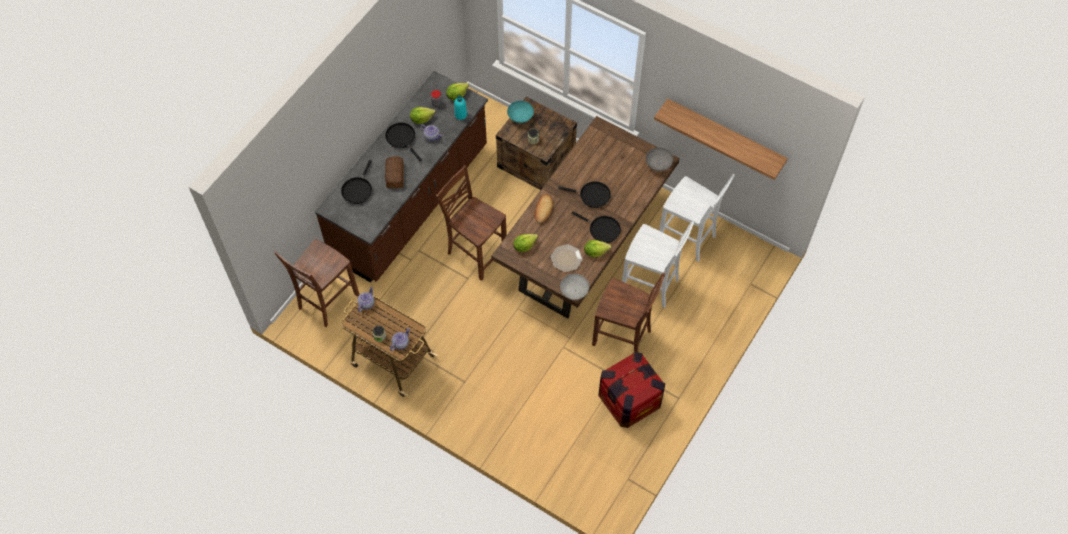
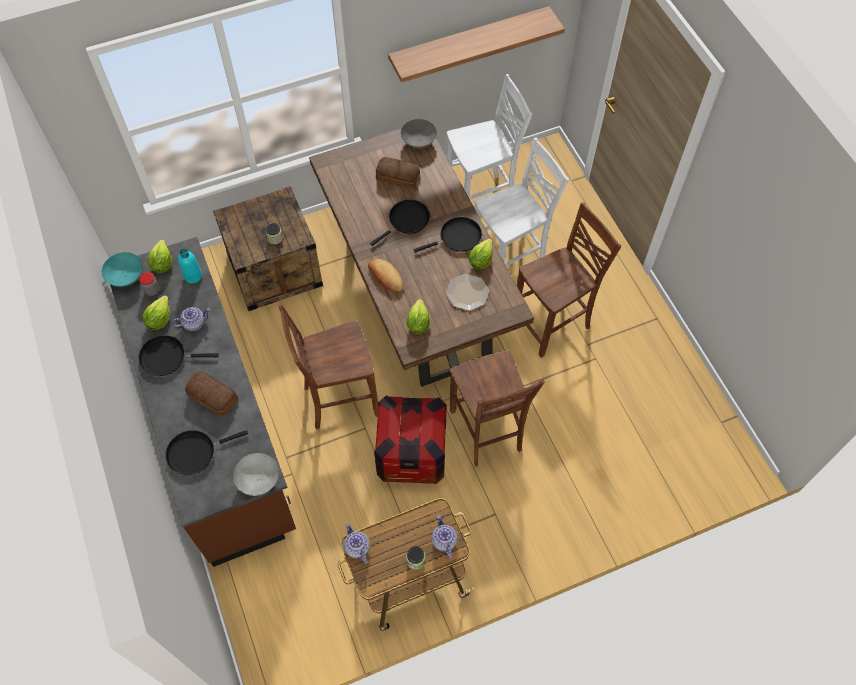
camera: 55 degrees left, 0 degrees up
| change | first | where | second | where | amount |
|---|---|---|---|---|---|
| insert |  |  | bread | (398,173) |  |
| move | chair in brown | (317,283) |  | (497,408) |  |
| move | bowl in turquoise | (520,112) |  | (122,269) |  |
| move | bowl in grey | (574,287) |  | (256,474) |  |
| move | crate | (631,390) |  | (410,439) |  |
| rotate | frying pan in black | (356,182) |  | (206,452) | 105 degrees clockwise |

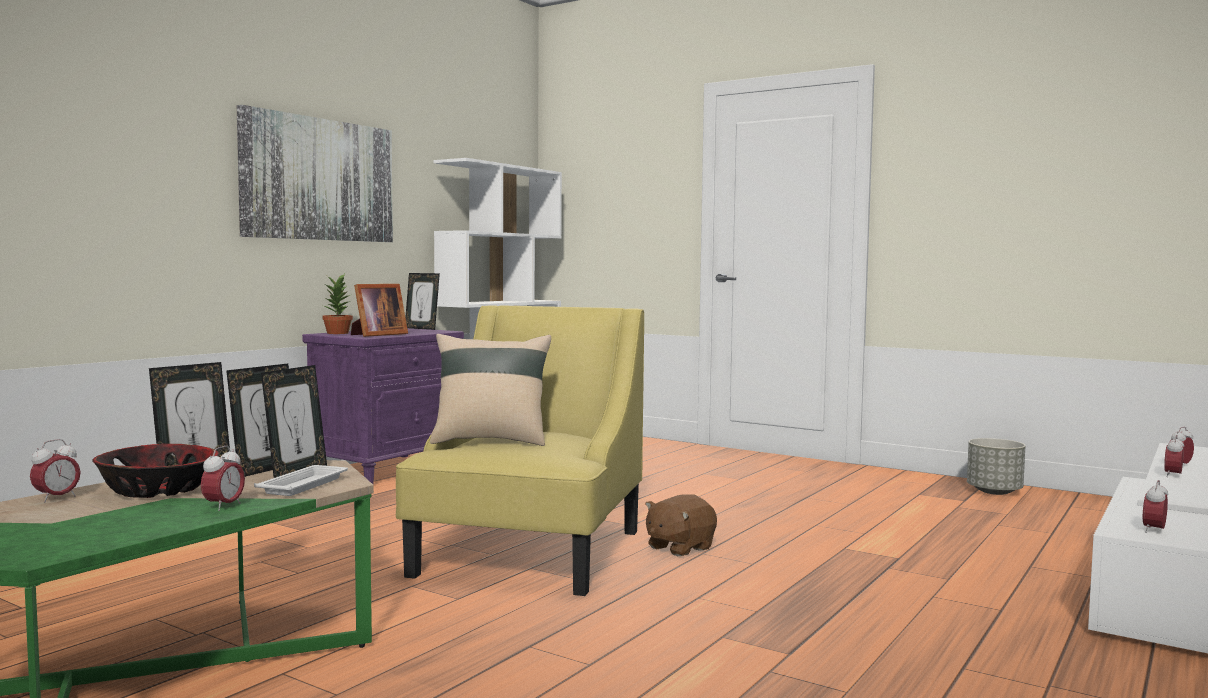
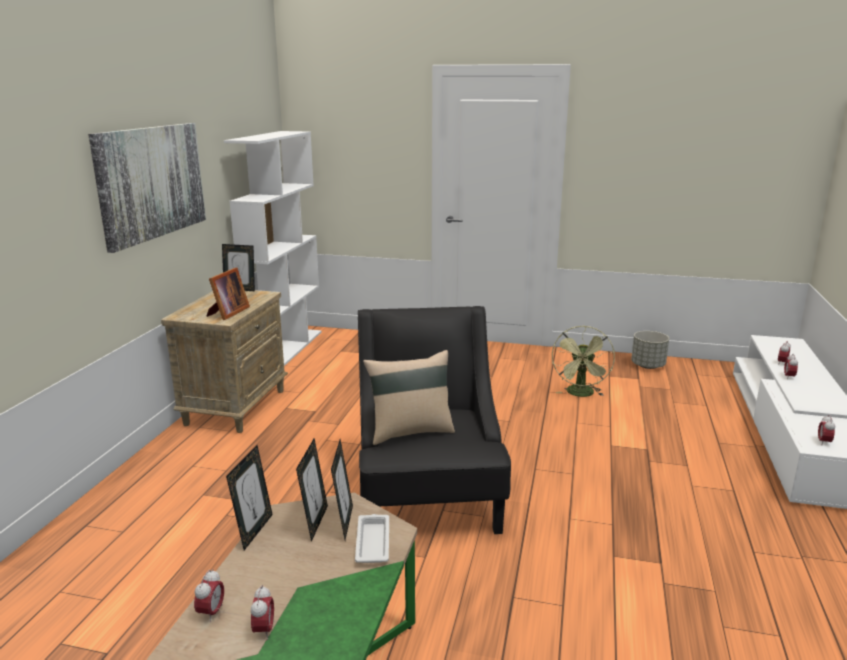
camera: 20 degrees left, 15 degrees up
| change | first | where | second | where | amount |
|---|---|---|---|---|---|
| delete | bowl | (156,471) |  |  |  |
| delete | potted plant | (337,304) |  |  |  |
| delete | plush toy in brown | (681,525) |  |  |  |
| insert |  |  | fan in green | (583,361) |  |
| move | alarm clock | (223,478) |  | (262,612) |  |
| recolor | nightstand in purple | (383,406) | nightstand in beige | (224,361) |  |
| recolor | armchair in yellow | (520,450) | armchair in black | (434,420) |  |

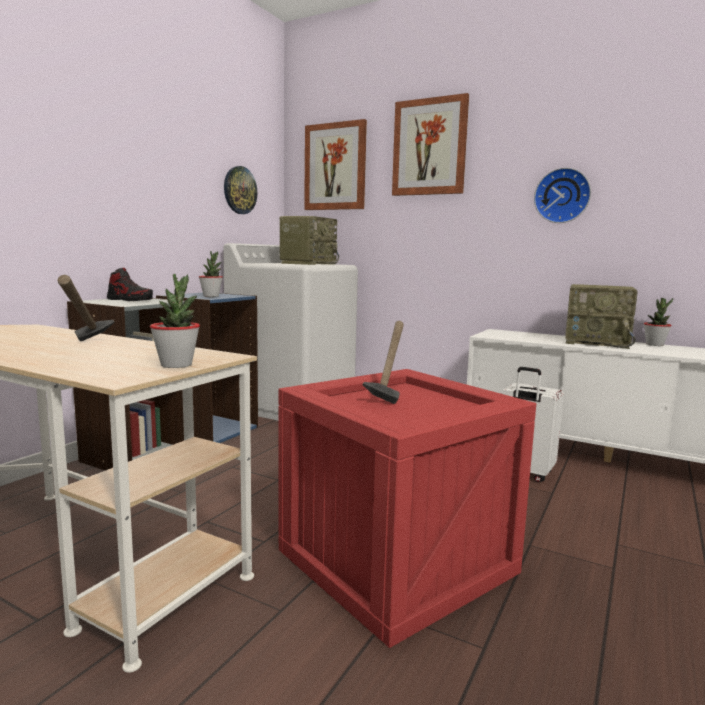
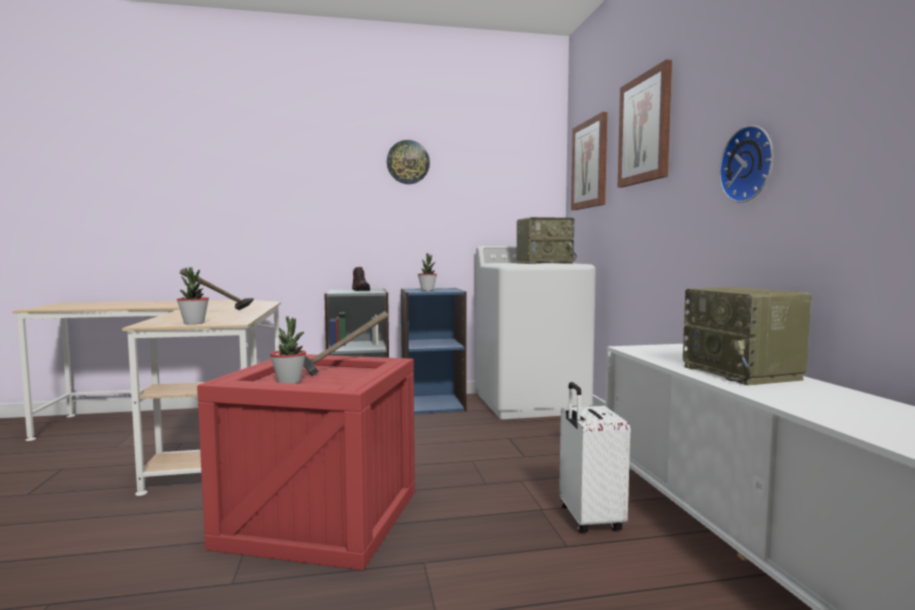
camera: 50 degrees right, 5 degrees down
| change | first | where | second | where | amount |
|---|---|---|---|---|---|
| move | wall clock | (240,190) |  | (408,162) |  |
| move | potted plant | (658,322) |  | (288,350) |  |

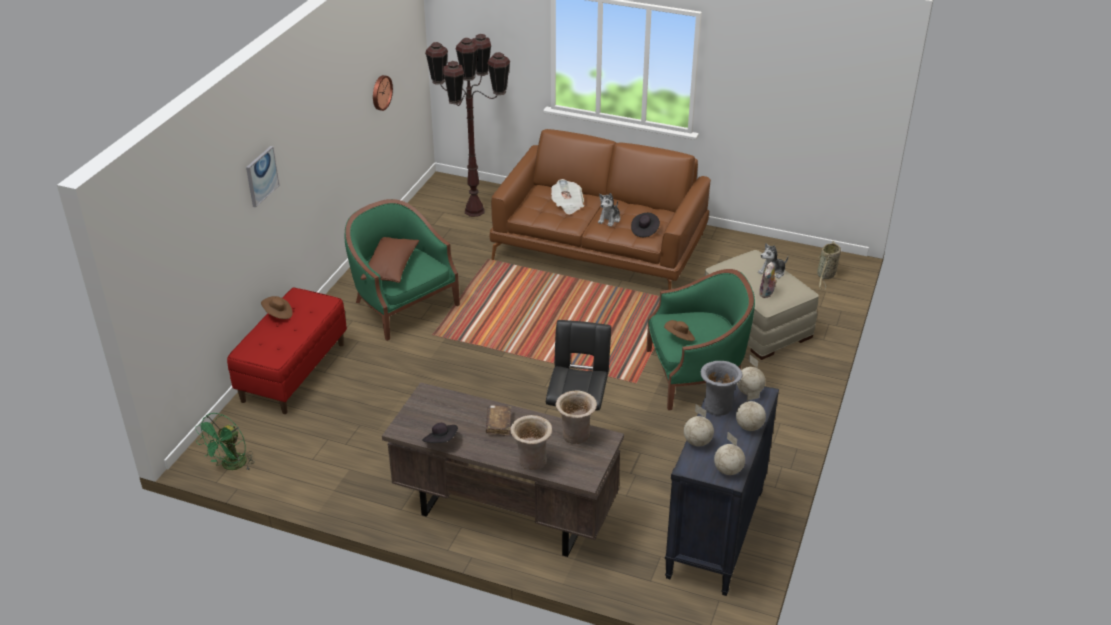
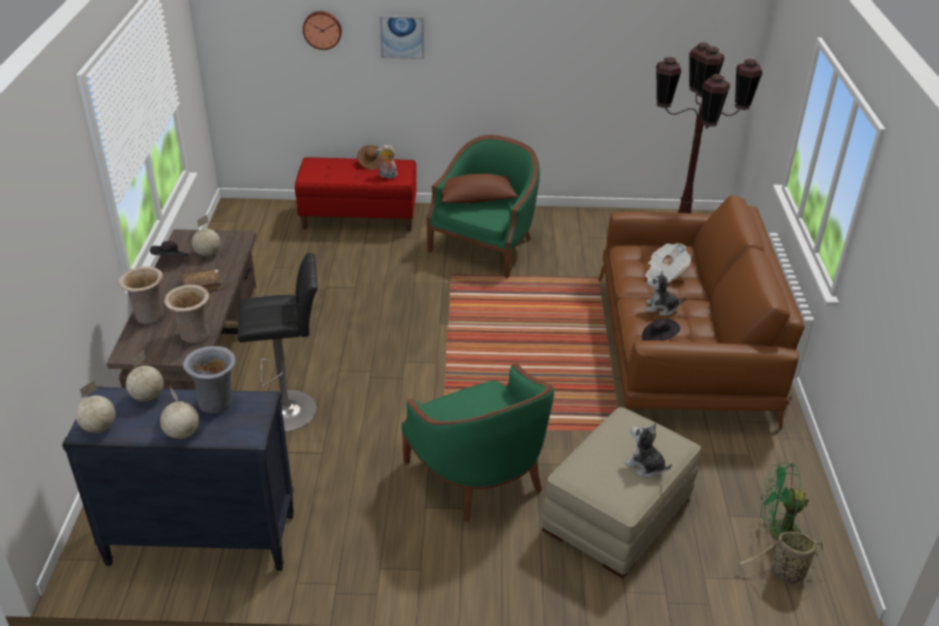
camera: 70 degrees right, 0 degrees up
| change | first | where | second | where | amount |
|---|---|---|---|---|---|
| delete | hat in brown | (679,330) |  |  |  |
| move | fan in green | (225,442) |  | (784,501) |  |
| move | wall clock | (383,93) |  | (322,30) |  |
| move | globe | (751,374) |  | (206,235) |  |
| move | plush toy | (768,280) |  | (386,161) |  |

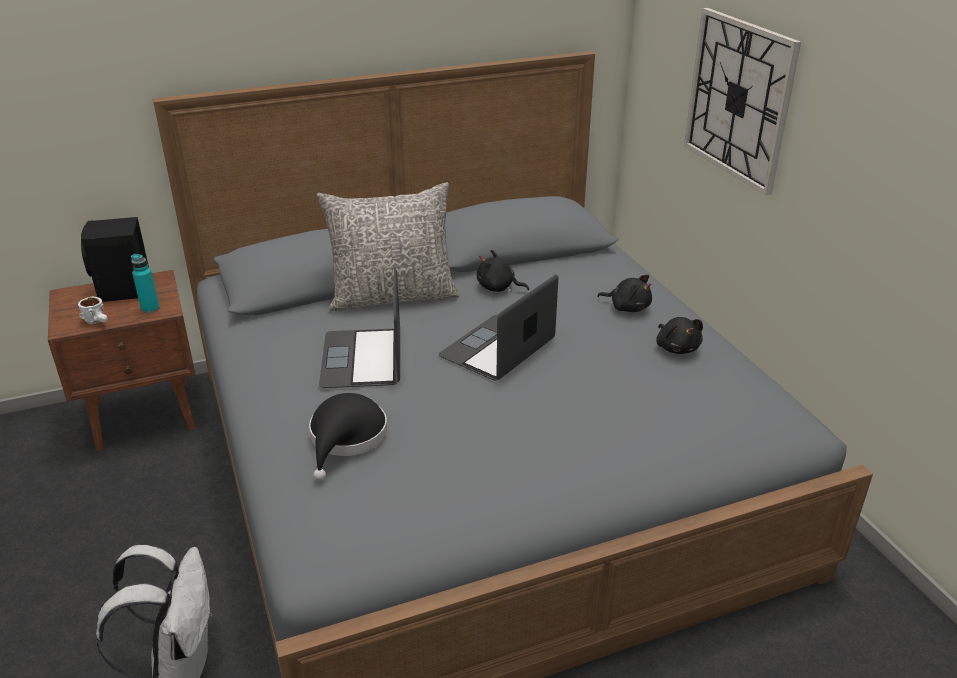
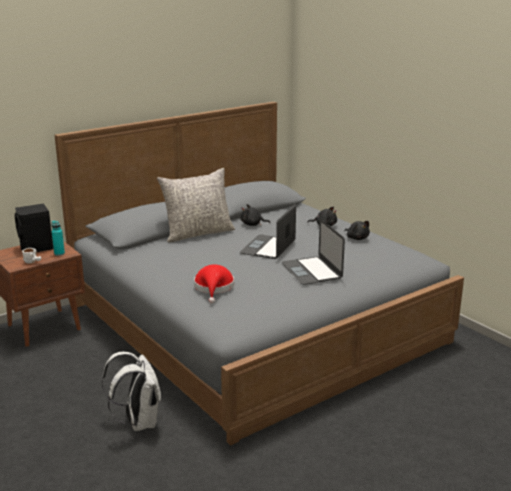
camera: 15 degrees left, 10 degrees down
| change | first | where | second | where | amount |
|---|---|---|---|---|---|
| delete | wall clock | (742,101) |  |  |  |
| move | laptop | (359,327) |  | (313,252) |  |
| recolor | hat in black | (348,437) | hat in red | (214,284) |  |

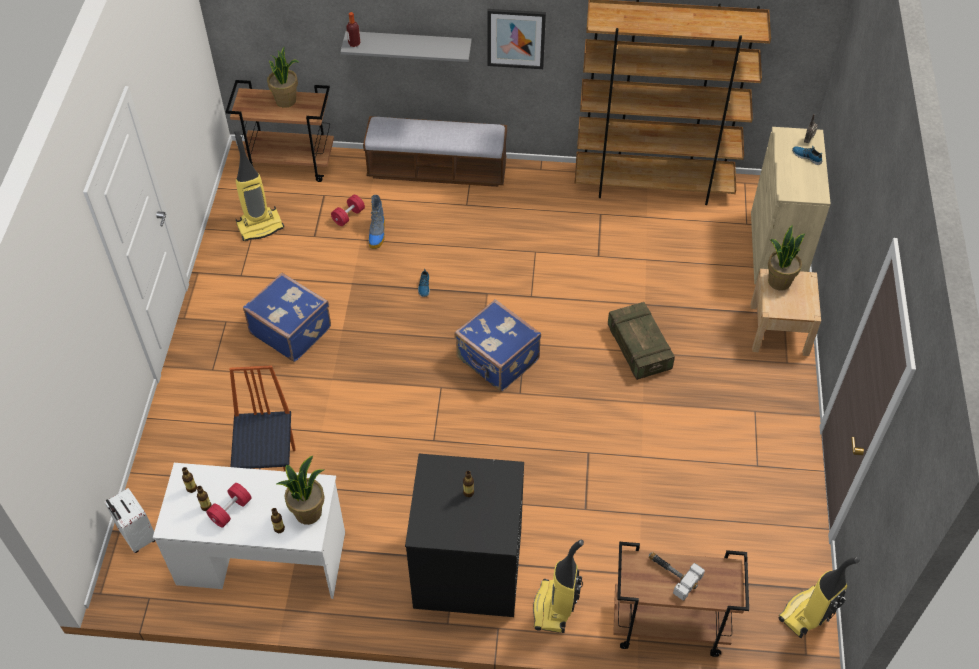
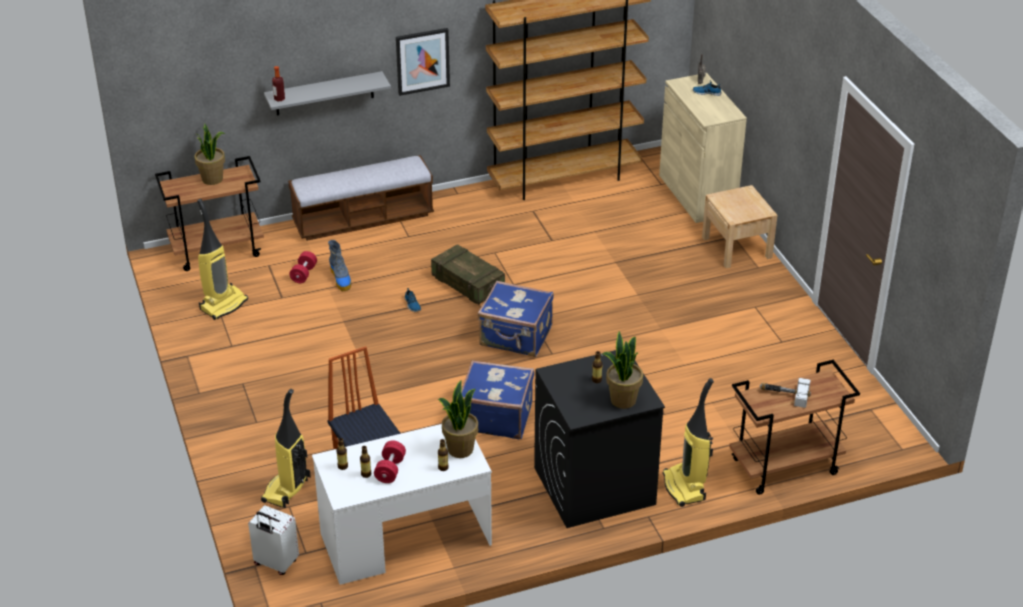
camera: 25 degrees left, 15 degrees down
| change | first | where | second | where | amount |
|---|---|---|---|---|---|
| move | suitcase in blue | (287,317) |  | (497,399) |  |
| move | crate | (641,341) |  | (468,274) |  |
| move | potted plant | (786,258) |  | (623,370) |  |
| move | vacuum cleaner | (819,598) |  | (286,448) |  |

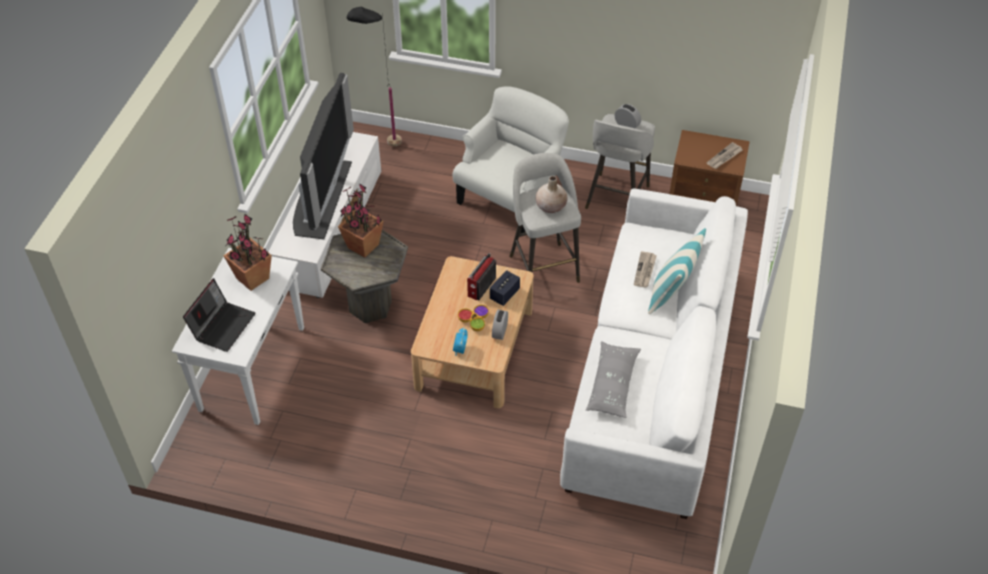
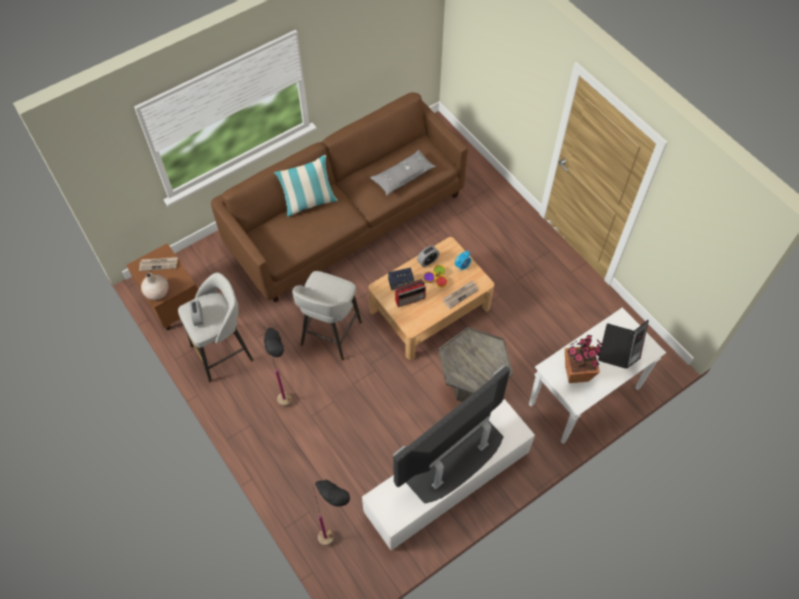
camera: 140 degrees left, 10 degrees up
| change | first | where | second | where | amount |
|---|---|---|---|---|---|
| delete | potted plant | (361,220) |  |  |  |
| move | vase in beige | (551,194) |  | (155,286) |  |
| move | newspaper | (645,269) |  | (460,294) |  |
| replace | armchair in white | (511,159) | floor lamp in black | (278,366) |  |
| recolor | sofa in white | (654,353) | sofa in brown | (339,197) |  |
| rotate | laptop | (219,315) |  | (623,344) | 45 degrees counterclockwise |

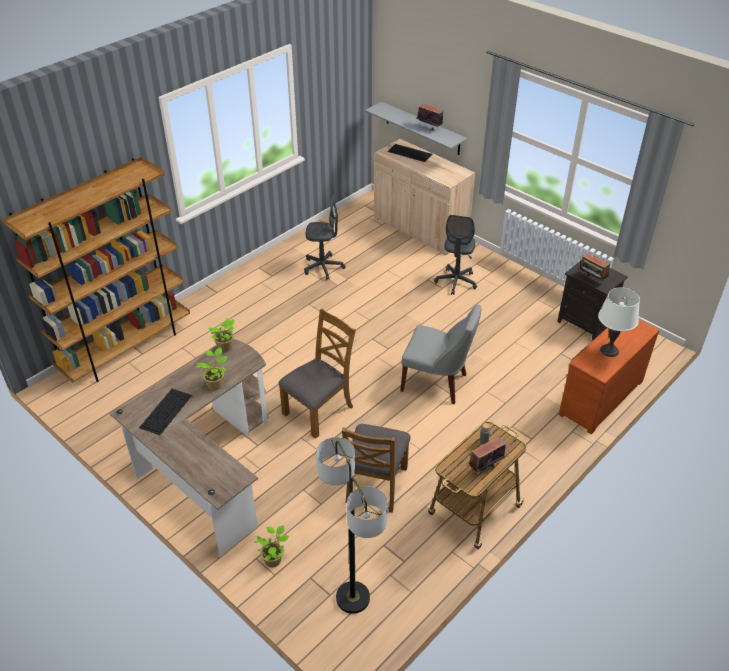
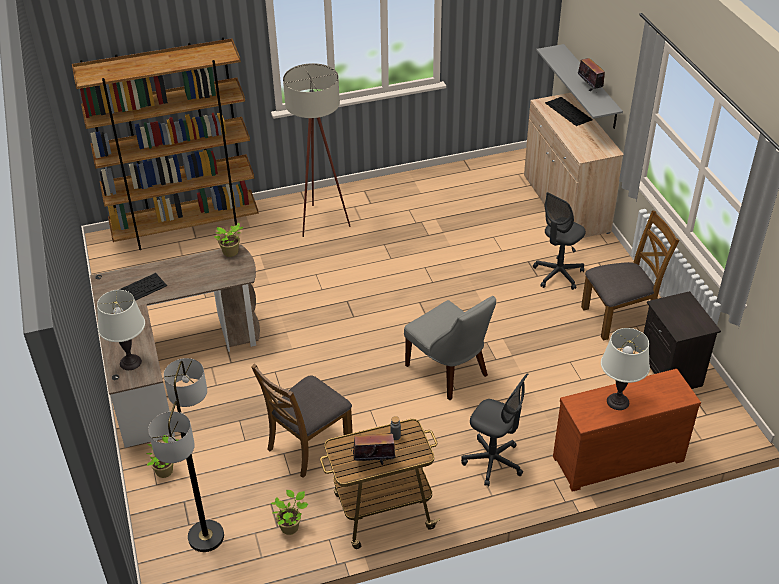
camera: 30 degrees right, 0 degrees up
| change | first | where | second | where | amount |
|---|---|---|---|---|---|
| delete | radio | (595,266) |  |  |  |
| insert |  |  | table lamp in white | (121,330) |  |
| insert |  |  | floor lamp in beige | (317,150) |  |
| move | potted plant | (211,369) |  | (289,512) |  |
| move | chair in brown | (317,374) |  | (630,276) |  |
| move | office chair in grey | (324,234) |  | (494,430) |  |

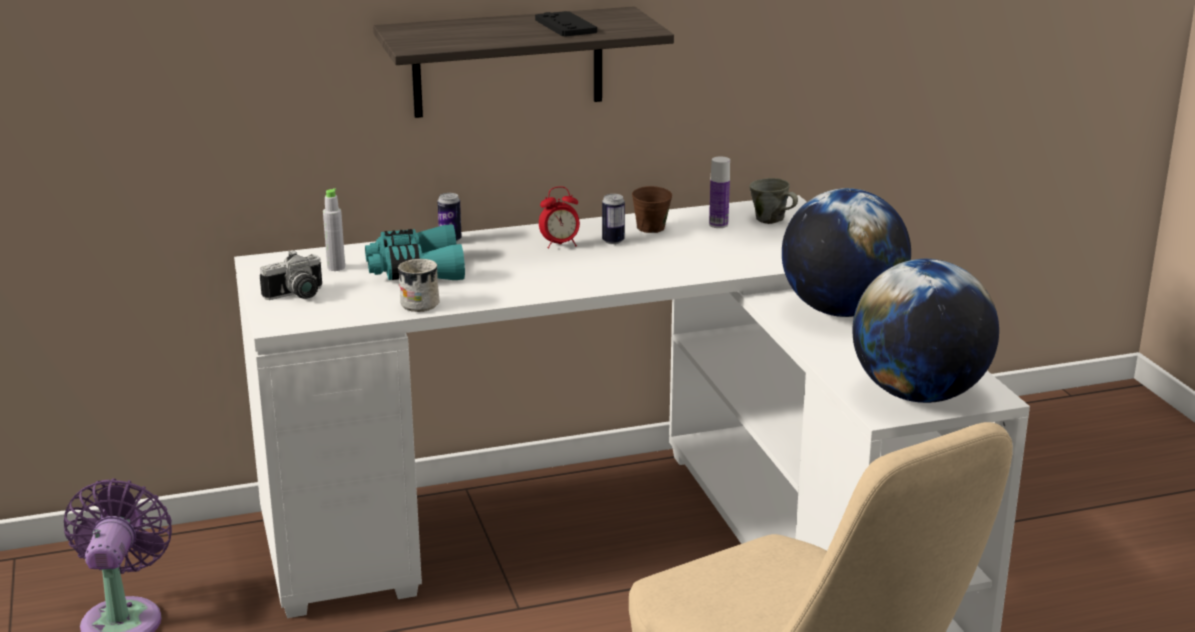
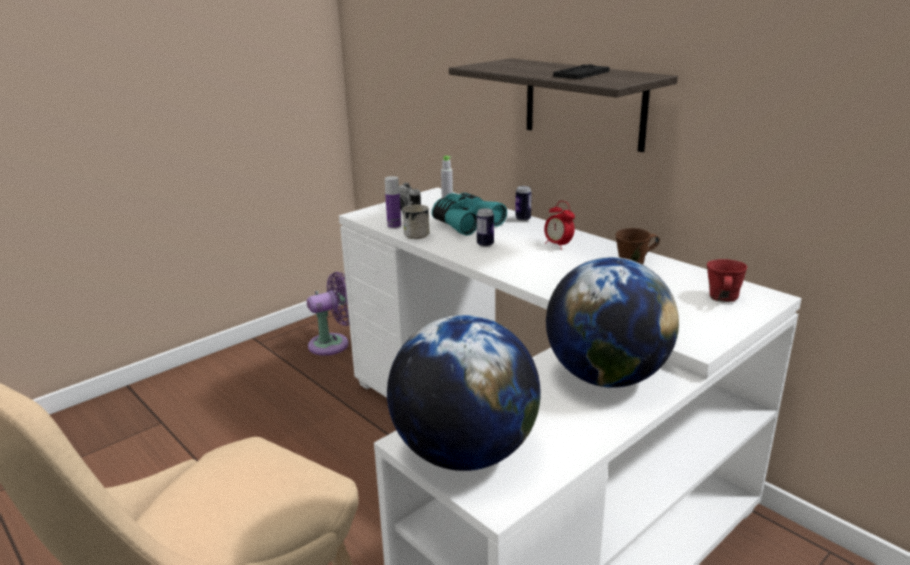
camera: 65 degrees right, 0 degrees up
| change | first | where | second | where | amount |
|---|---|---|---|---|---|
| move | can | (613,219) |  | (485,227) |  |
| move | bottle | (719,192) |  | (393,202) |  |
| recolor | mug in grey | (773,201) | mug in red | (727,280) |  |

